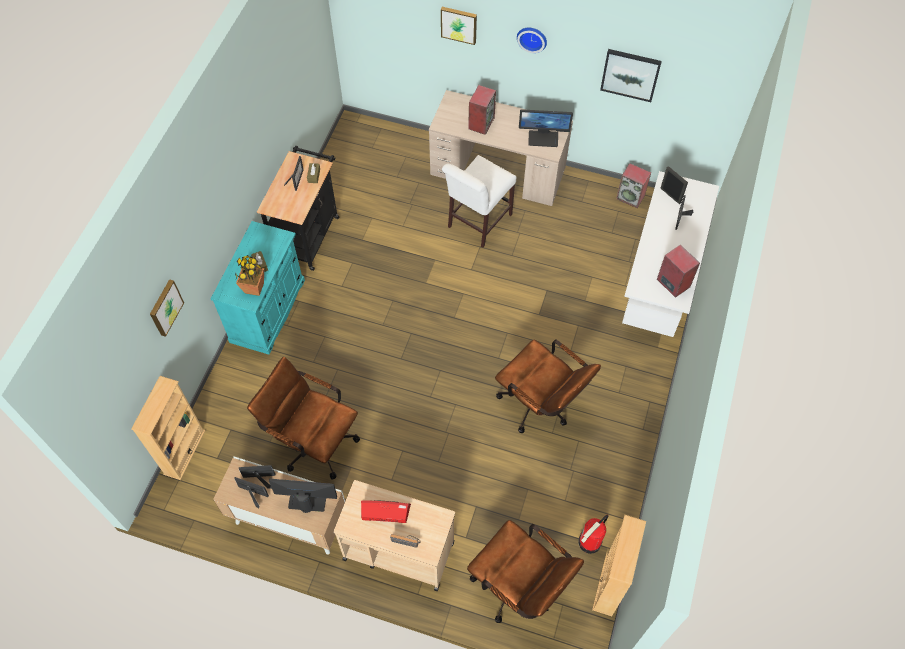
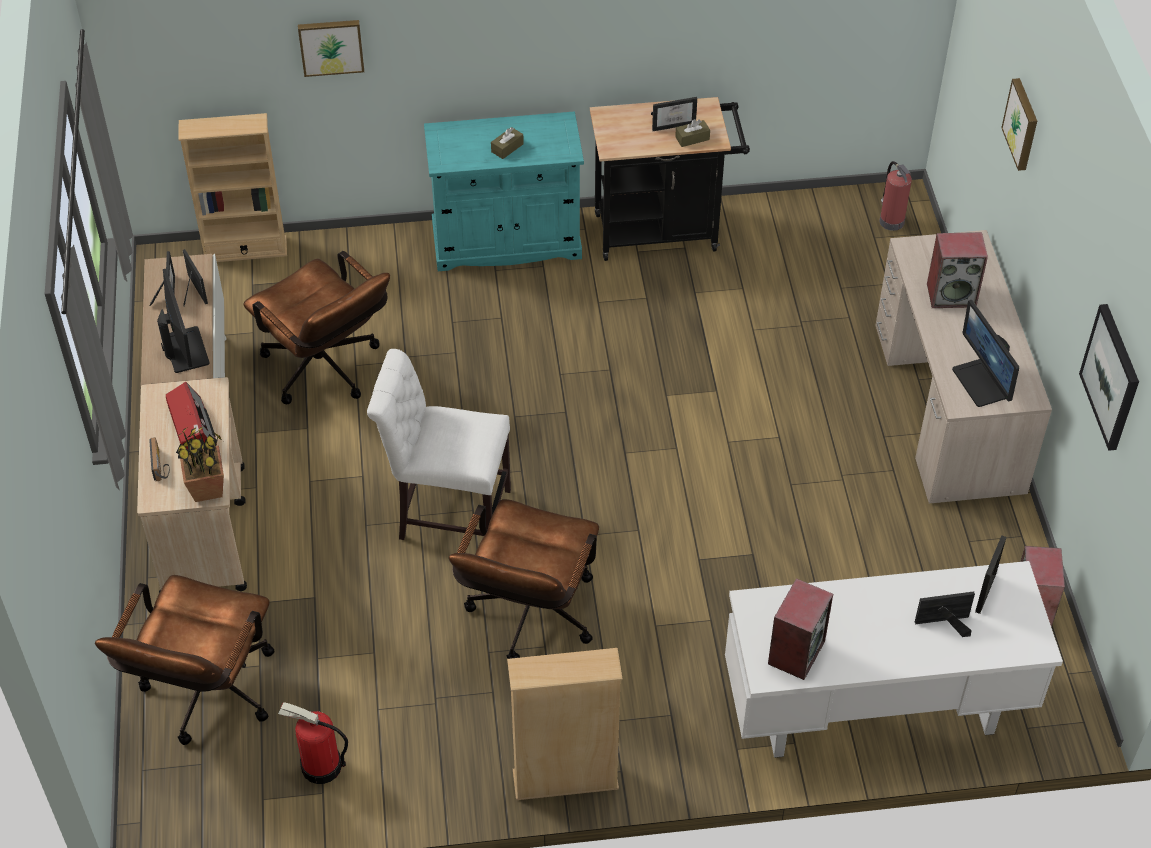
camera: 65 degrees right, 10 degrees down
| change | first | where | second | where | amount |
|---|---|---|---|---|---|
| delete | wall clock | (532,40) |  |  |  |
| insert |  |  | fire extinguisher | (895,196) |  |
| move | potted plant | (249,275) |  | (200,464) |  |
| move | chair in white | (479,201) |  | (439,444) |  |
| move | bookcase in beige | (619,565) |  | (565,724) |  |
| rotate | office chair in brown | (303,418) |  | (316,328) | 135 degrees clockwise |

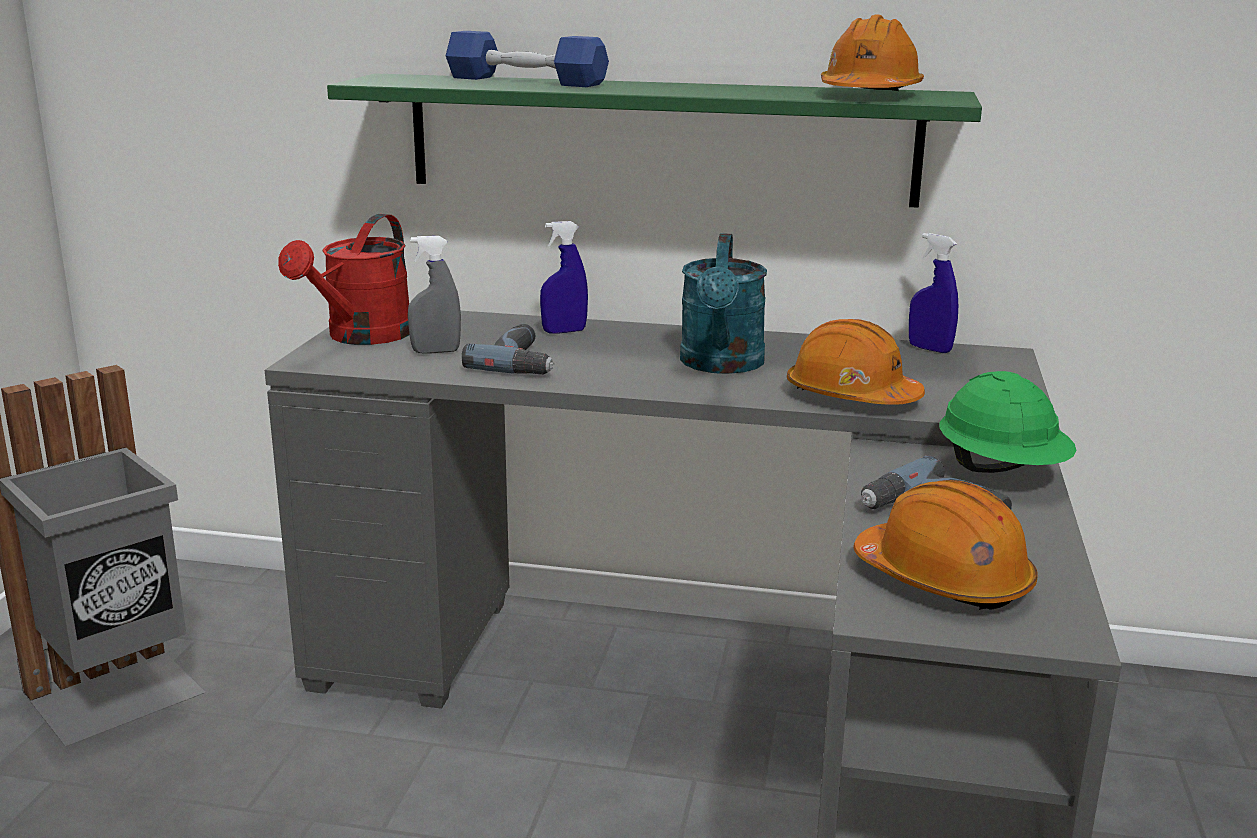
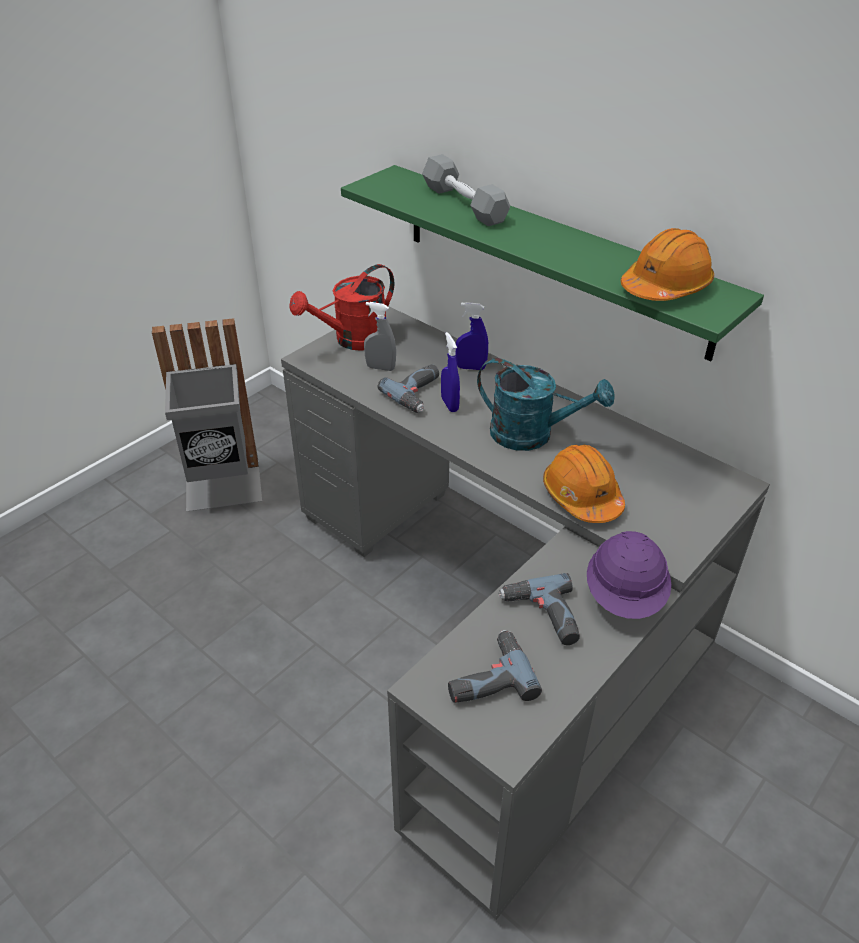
camera: 30 degrees right, 20 degrees up
| change | first | where | second | where | amount |
|---|---|---|---|---|---|
| move | spray bottle in blue | (933,293) |  | (450,372) |  |
| replace | hard hat in orange | (946,545) | power drill | (495,666) |  |
| recolor | dumbbell in blue | (527,59) | dumbbell in grey | (466,190) |  |
| recolor | hard hat in green | (1008,422) | hard hat in purple | (629,575) |  |
| rotate | watering can in turquoise | (723,303) |  | (546,404) | 105 degrees counterclockwise |

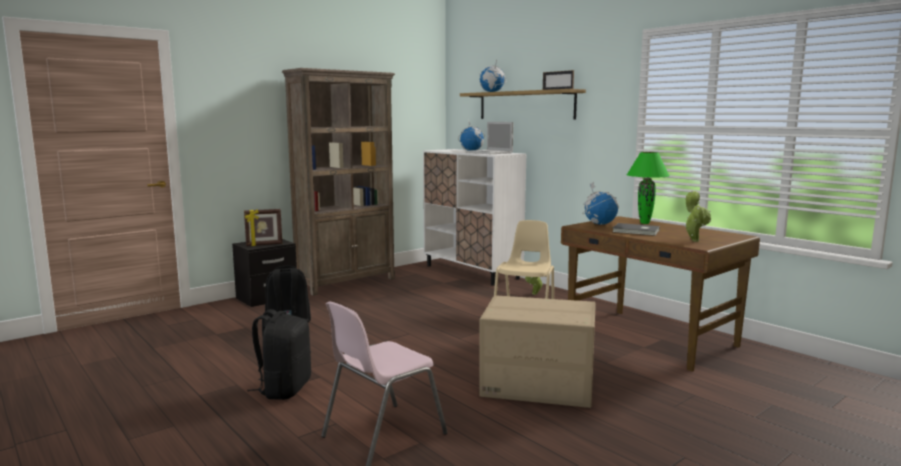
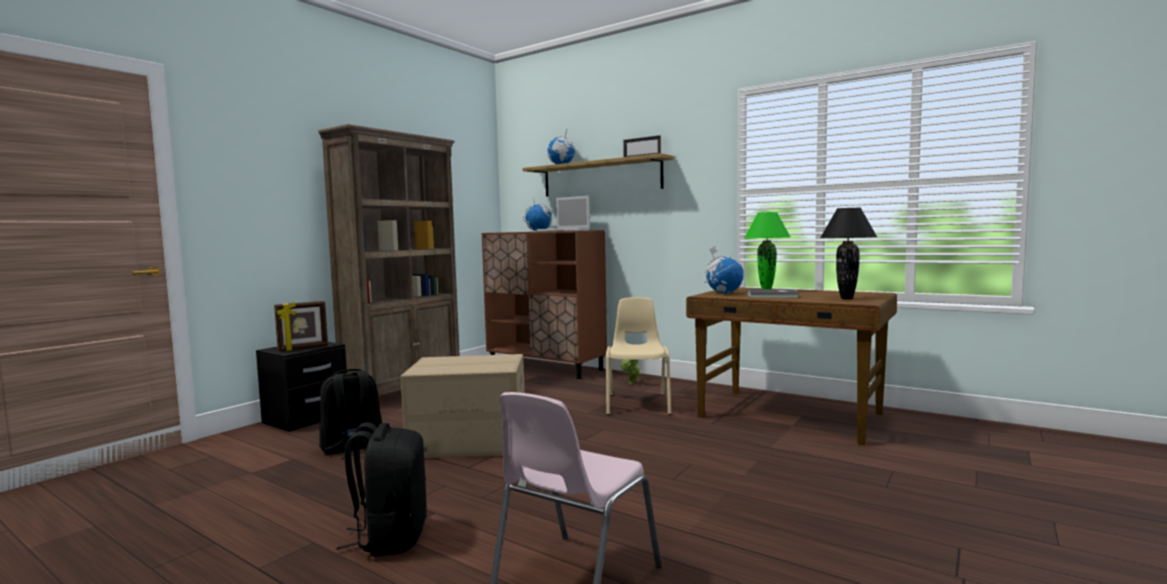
camera: 15 degrees left, 5 degrees down
| change | first | where | second | where | amount |
|---|---|---|---|---|---|
| move | cardboard box | (537,351) |  | (462,406) |  |
| replace | potted plant | (697,216) | table lamp in black | (848,254) |  |
| recolor | cabinet in white | (474,217) | cabinet in brown | (544,304) |  |

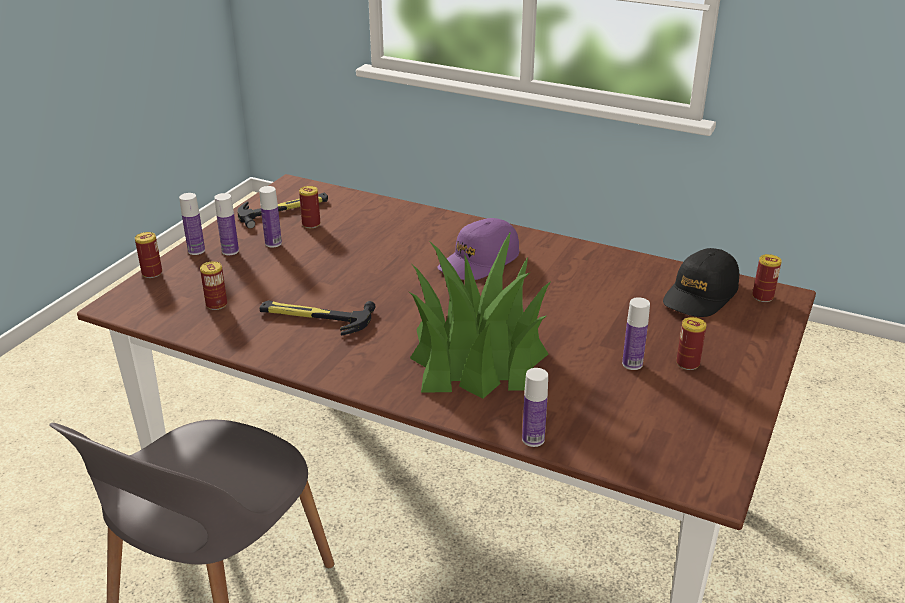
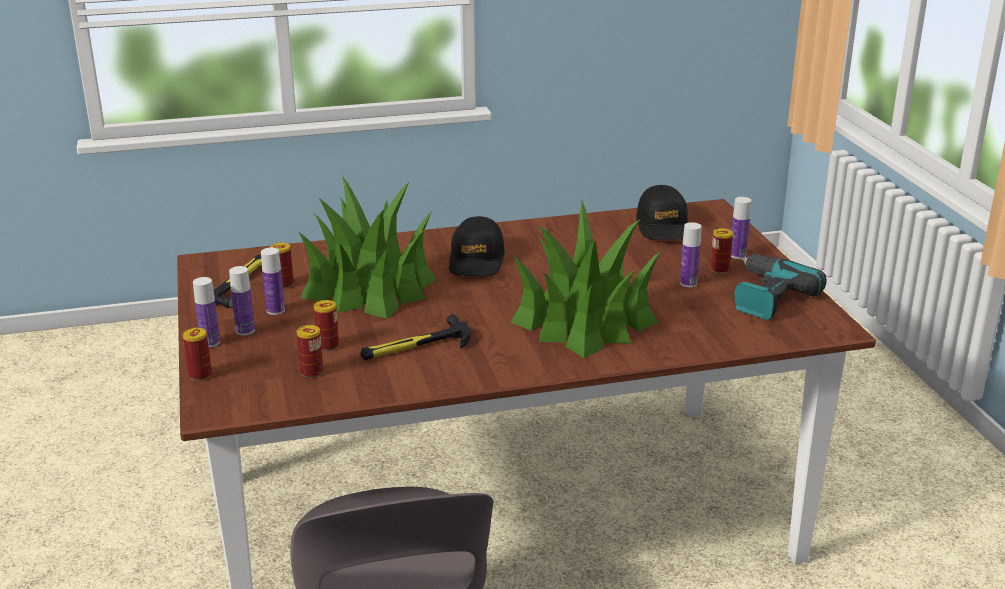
camera: 40 degrees left, 5 degrees down
| change | first | where | second | where | amount |
|---|---|---|---|---|---|
| insert |  |  | potted plant | (367,247) |  |
| insert |  |  | power drill | (780,286) |  |
| move | bottle | (535,407) |  | (741,228) |  |
| move | can | (767,278) |  | (326,325) |  |
| recolor | cap in purple | (478,249) | cap in black | (477,246) |  |

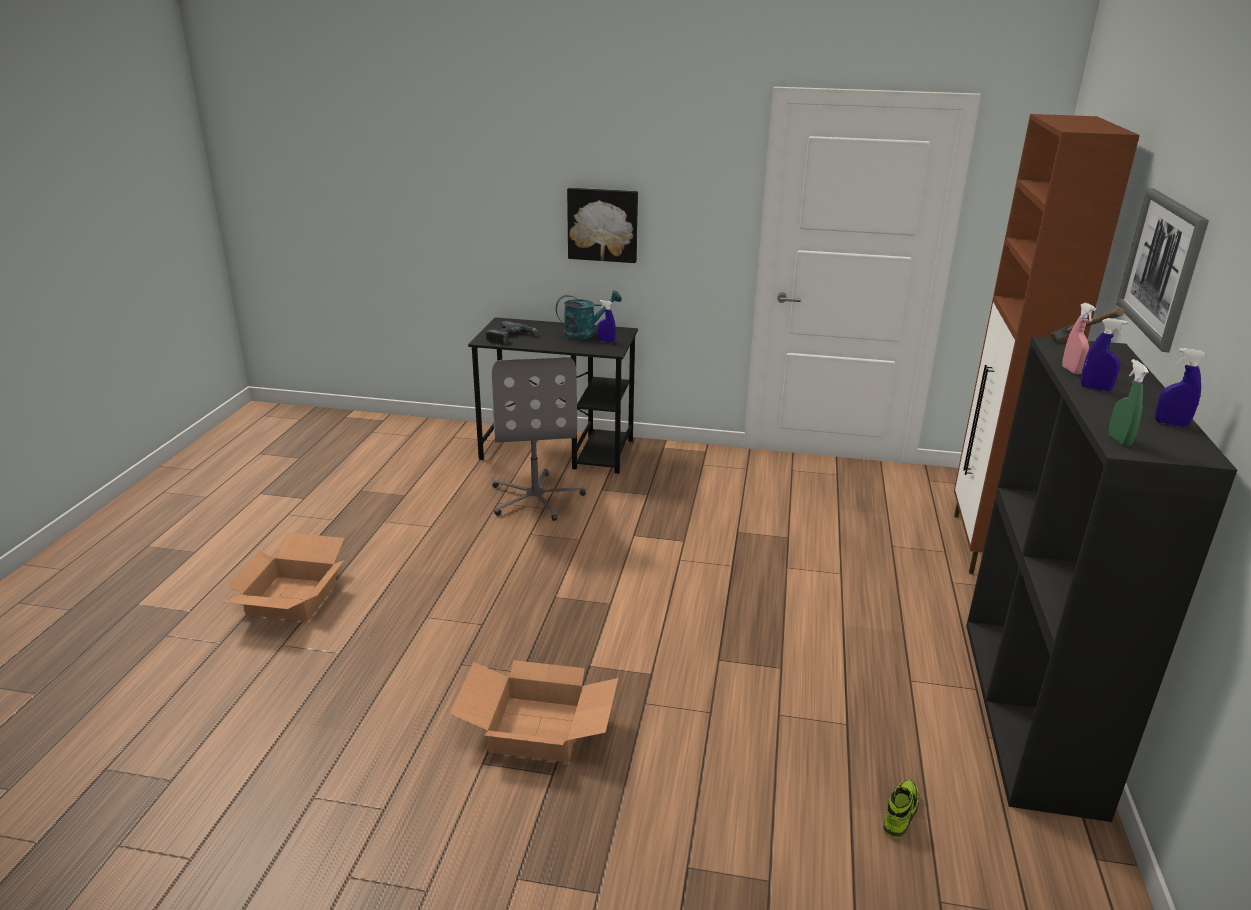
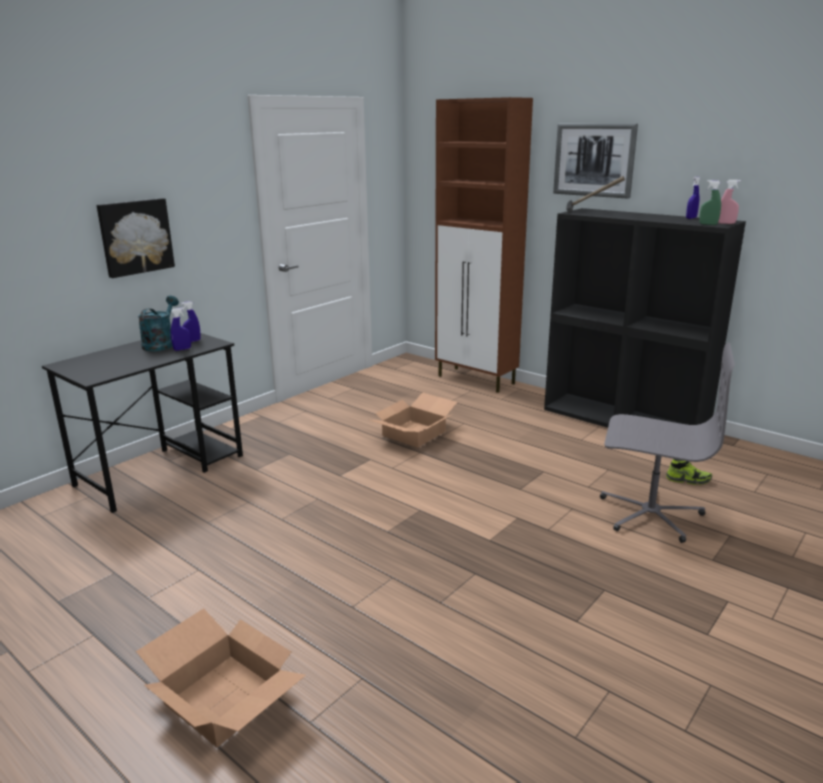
camera: 60 degrees left, 5 degrees down
| change | first | where | second | where | amount |
|---|---|---|---|---|---|
| delete | power drill | (511,333) |  |  |  |
| move | cardboard box | (534,711) |  | (413,420) |  |
| move | office chair in grey | (539,439) |  | (667,443) |  |
| move | spray bottle in pink | (1079,338) |  | (729,202) |  |
| move | spray bottle in blue | (1104,354) |  | (181,329) |  |
| rotate | shoe | (901,809) |  | (689,472) | 135 degrees clockwise |

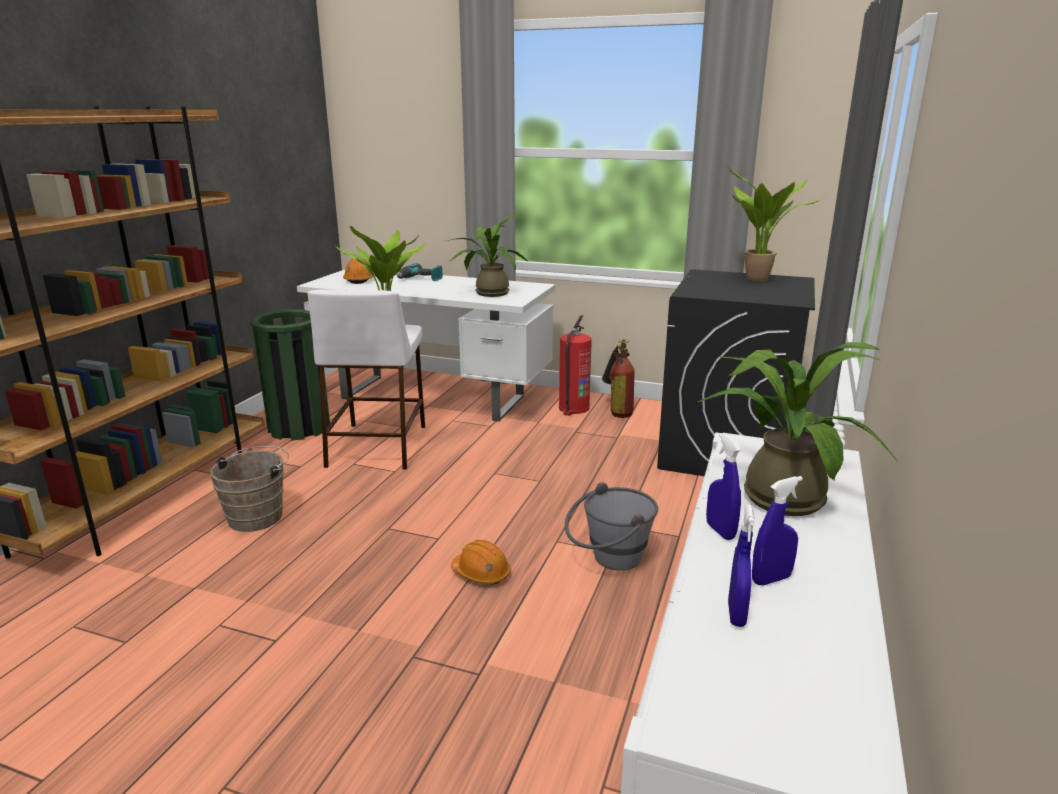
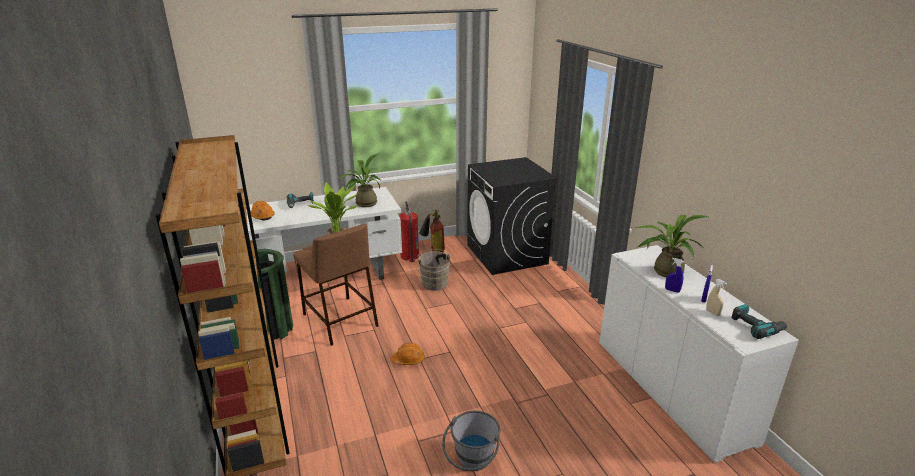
camera: 40 degrees left, 5 degrees up
| change | first | where | second | where | amount |
|---|---|---|---|---|---|
| delete | potted plant | (774,224) |  |  |  |
| insert |  |  | power drill | (760,321) |  |
| move | bucket in brown | (249,489) |  | (434,270) |  |
| move | hard hat in orange | (481,562) |  | (408,354) |  |
| move | bucket in grey | (611,526) |  | (471,441) |  |
| recolor | stool in white | (366,379) | stool in brown | (336,285) |  |
| recolor | spray bottle in blue | (741,566) | spray bottle in beige | (716,297) |  |

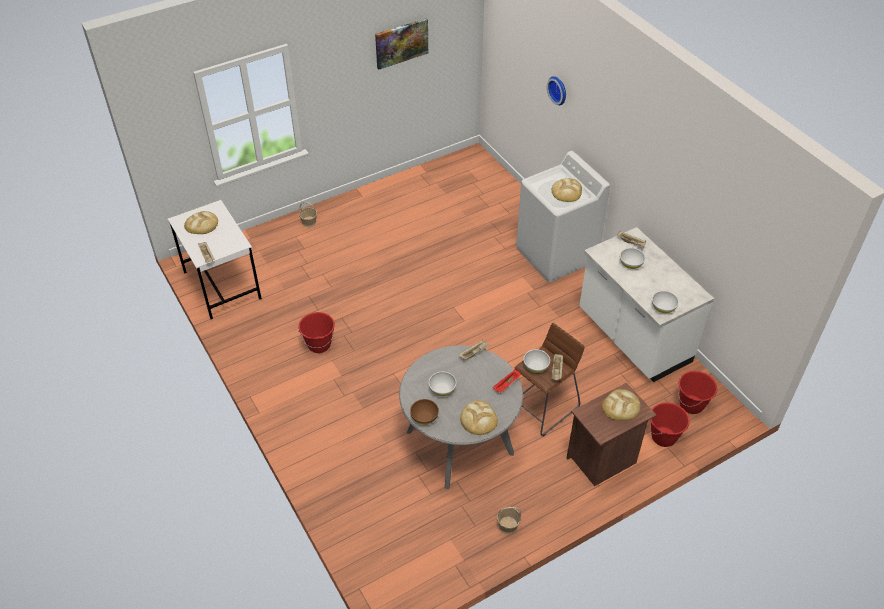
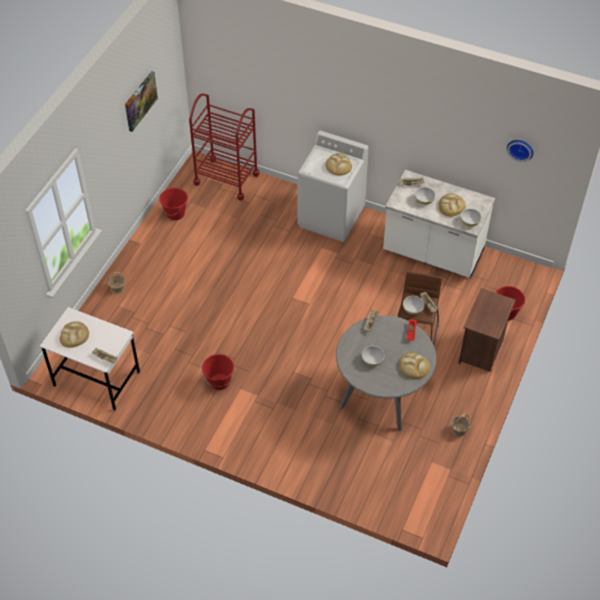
camera: 35 degrees left, 5 degrees up
| change | first | where | second | where | amount |
|---|---|---|---|---|---|
| delete | bowl in brown | (424,412) |  |  |  |
| insert |  |  | cart in red | (224,147) |  |
| move | wall clock | (556,90) |  | (520,151) |  |
| move | bread | (621,405) |  | (452,205) |  |
| move | bucket in red | (698,392) |  | (173,204) |  |

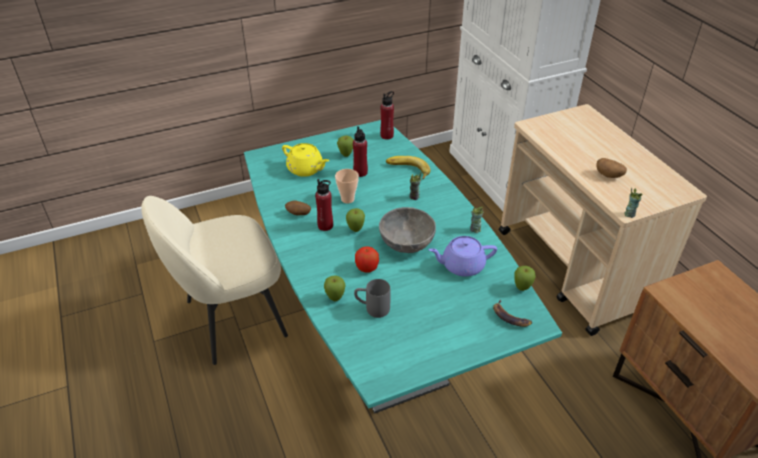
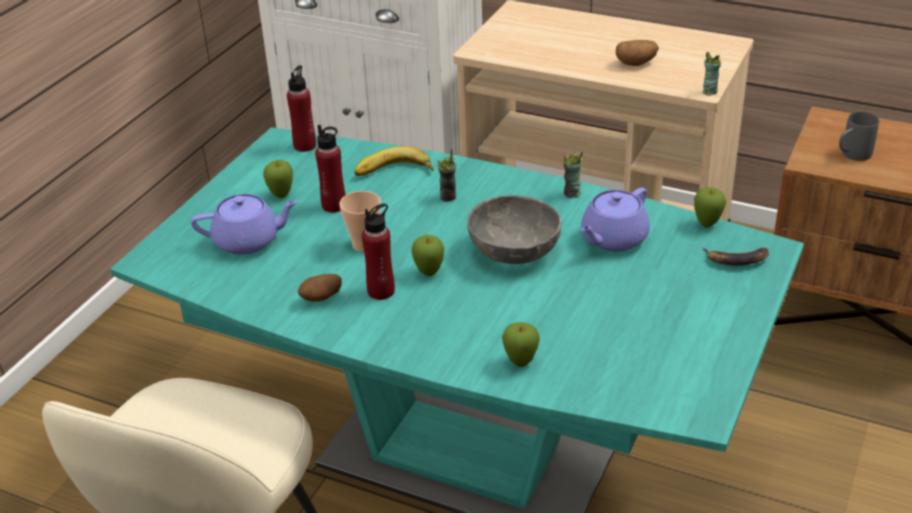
camera: 40 degrees left, 5 degrees down
| change | first | where | second | where | amount |
|---|---|---|---|---|---|
| delete | apple | (367,259) |  |  |  |
| move | mug in grey | (372,298) |  | (859,136) |  |
| recolor | teapot in yellow | (305,160) | teapot in purple | (245,224) |  |

